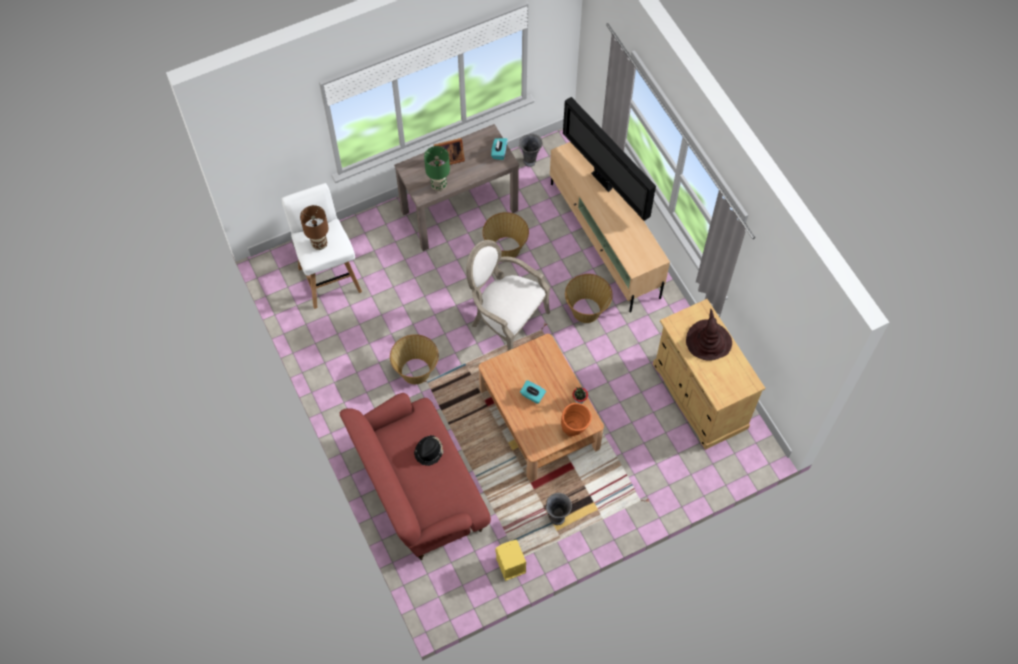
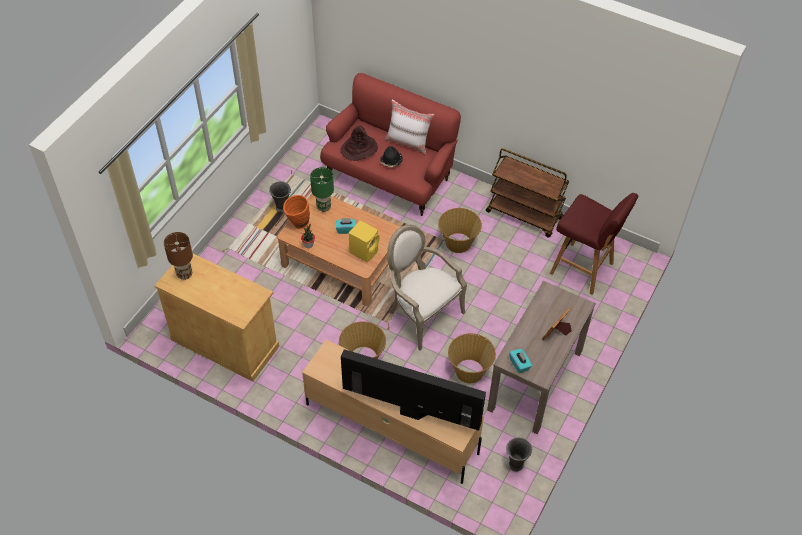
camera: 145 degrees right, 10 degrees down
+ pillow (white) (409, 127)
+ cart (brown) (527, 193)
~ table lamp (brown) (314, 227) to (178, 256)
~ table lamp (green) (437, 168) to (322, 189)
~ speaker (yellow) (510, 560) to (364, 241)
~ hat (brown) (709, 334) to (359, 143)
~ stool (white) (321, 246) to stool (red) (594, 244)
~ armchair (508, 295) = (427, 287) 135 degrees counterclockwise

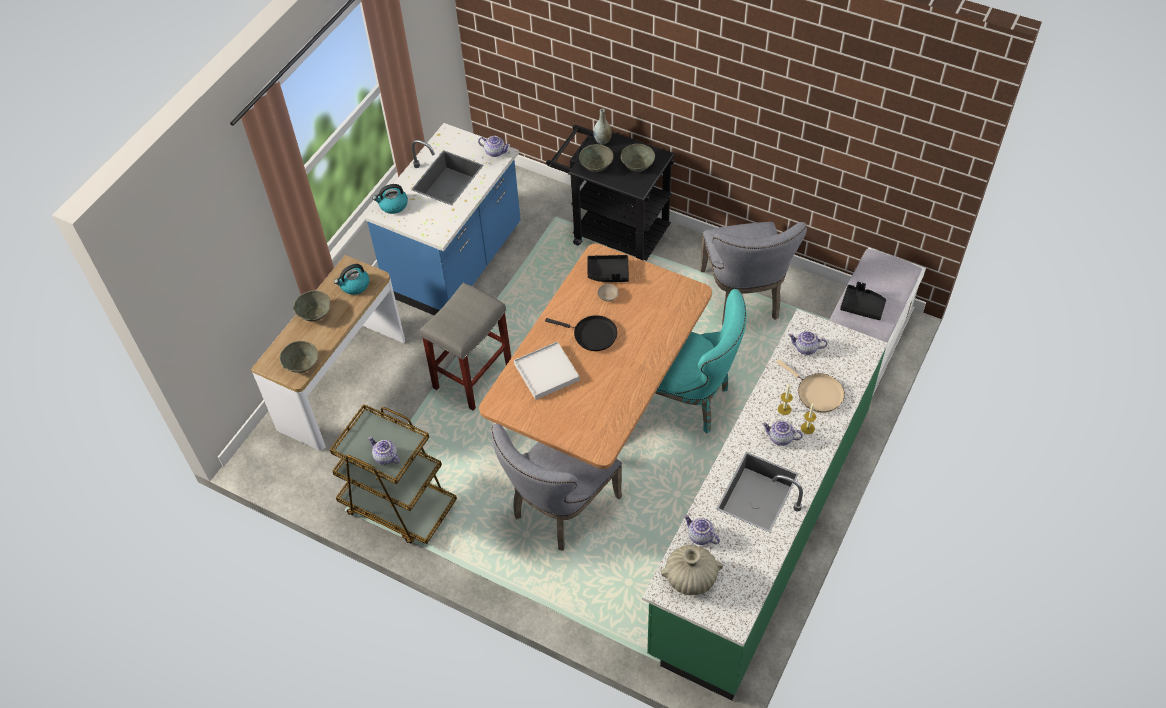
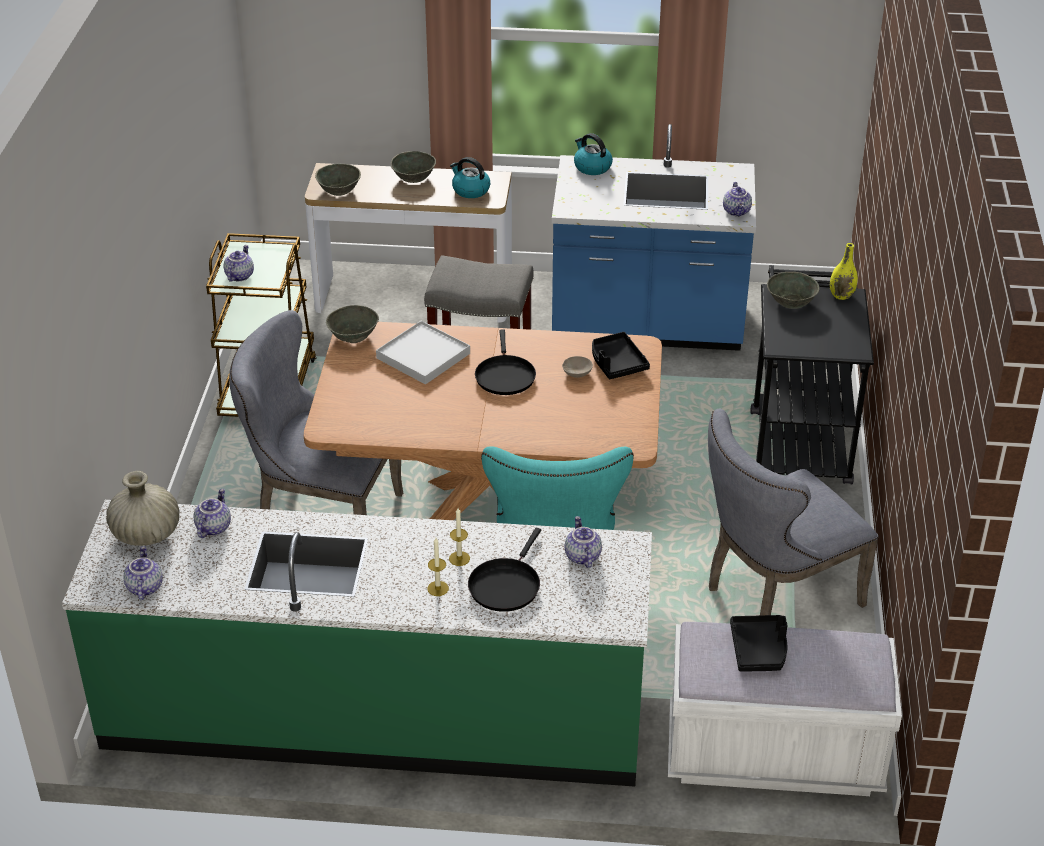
camera: 65 degrees right, 15 degrees down
~ bowl (grey) (638, 158) to (352, 324)
~ teapot (782, 433) to (143, 573)
~ vase (grey) (603, 126) to vase (yellow) (844, 271)
~ frying pan (beige) (810, 386) to frying pan (black) (504, 570)

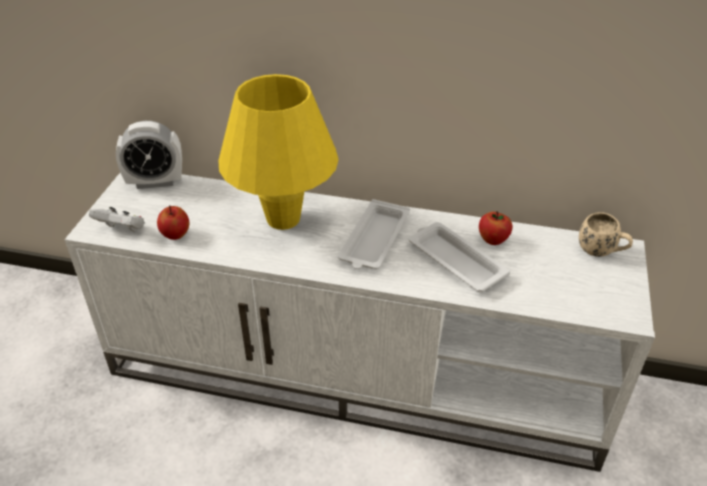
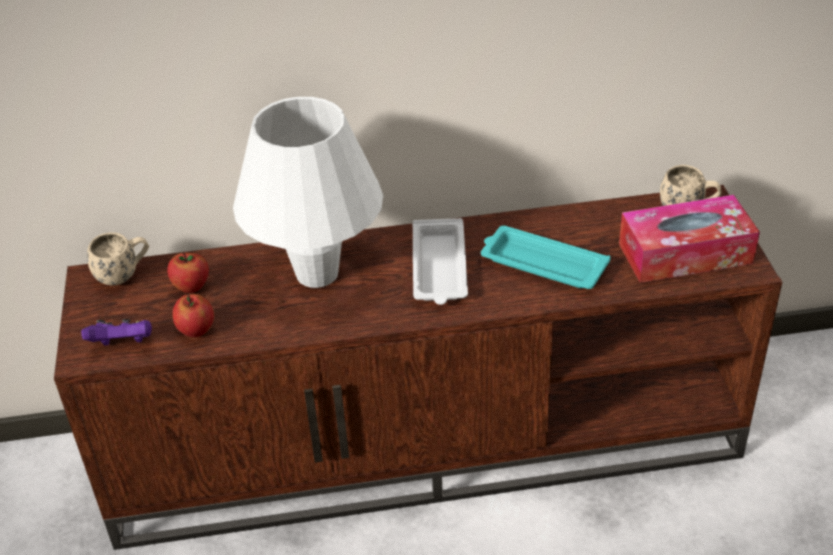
camera: 20 degrees left, 0 degrees up
+ tissue box (689, 239)
~ apple (495, 228) to (188, 272)
~ alarm clock (149, 155) to mug (beige) (118, 258)
~ tv stand (white) (359, 322) to tv stand (brown) (418, 367)
~ game controller (white) (117, 219) to game controller (purple) (116, 332)
~ table lamp (yellow) (278, 152) to table lamp (white) (308, 192)
~ tray (white) (459, 257) to tray (turquoise) (546, 257)

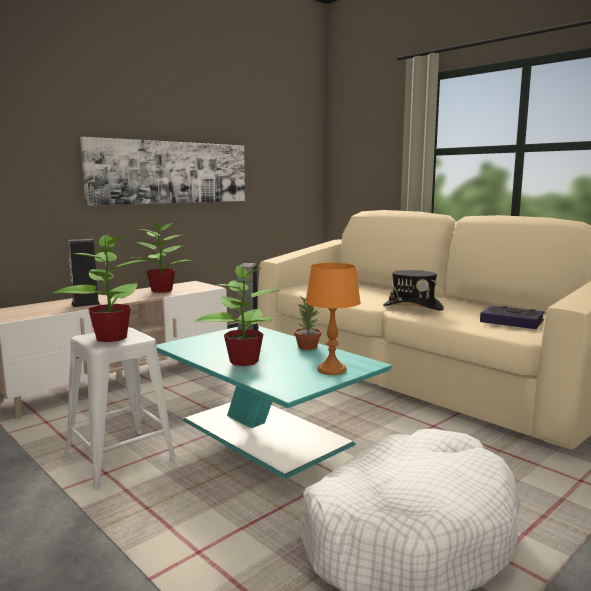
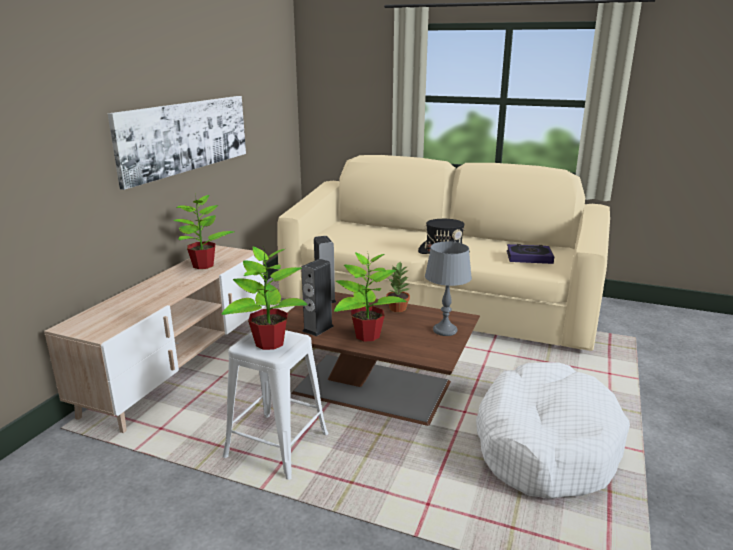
camera: 25 degrees left, 10 degrees up
~ speaker (84, 273) to (317, 297)
~ coffee table (turquoise) (274, 402) to coffee table (brown) (383, 359)
~ table lamp (orange) (333, 319) to table lamp (grey) (448, 289)

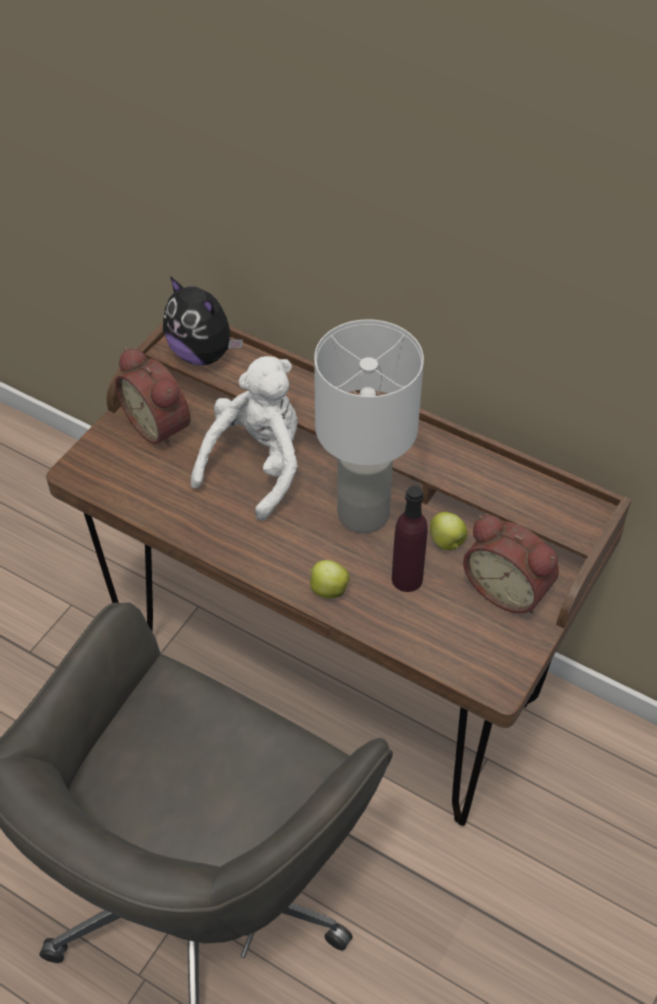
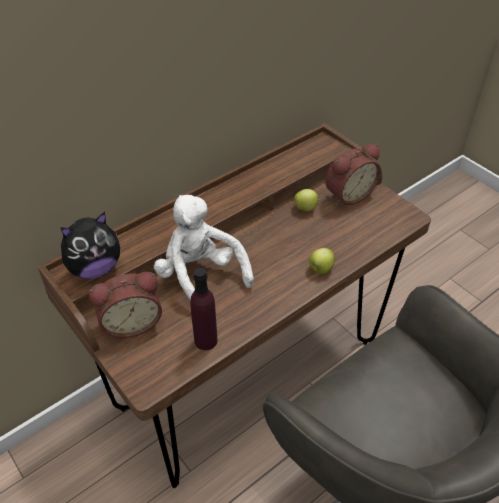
camera: 70 degrees left, 5 degrees down
- table lamp (white) (369, 426)
~ bottle (purple) (410, 538) to (204, 309)

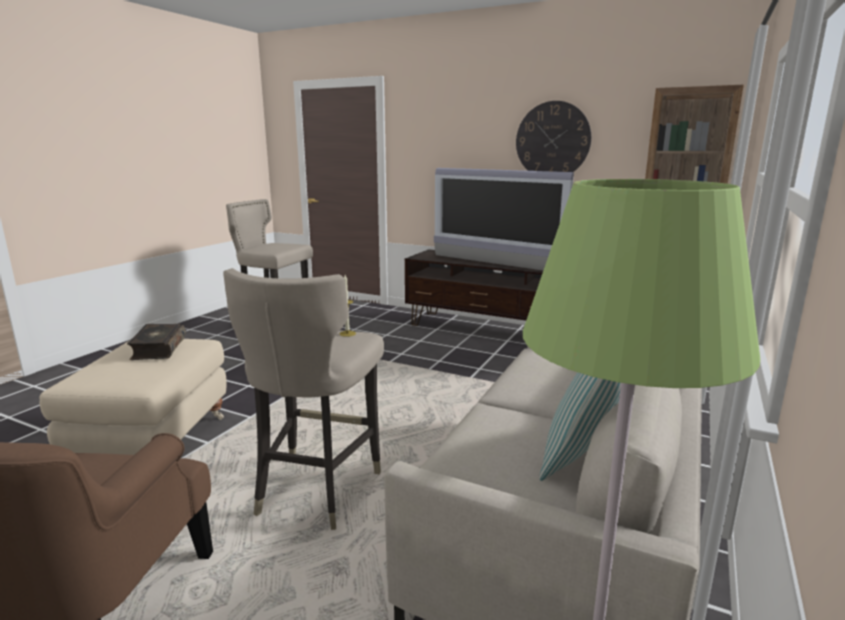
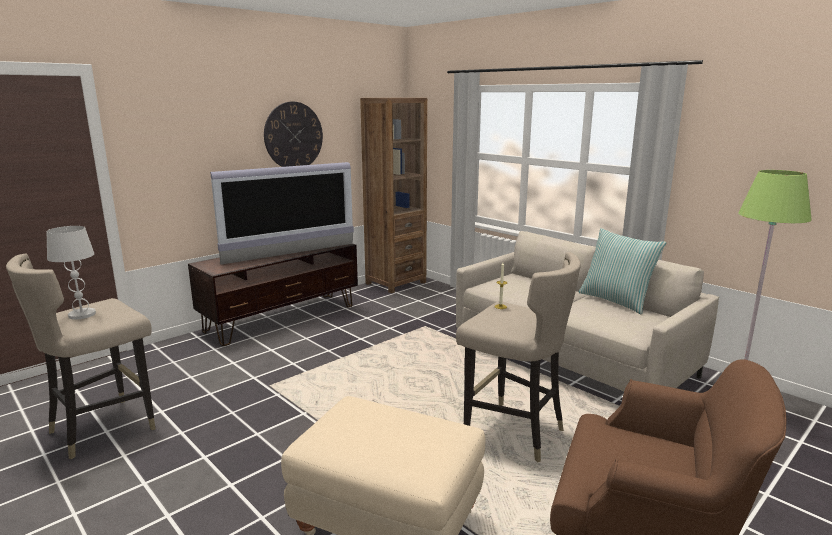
camera: 70 degrees left, 0 degrees up
- book (156, 342)
+ table lamp (white) (71, 273)

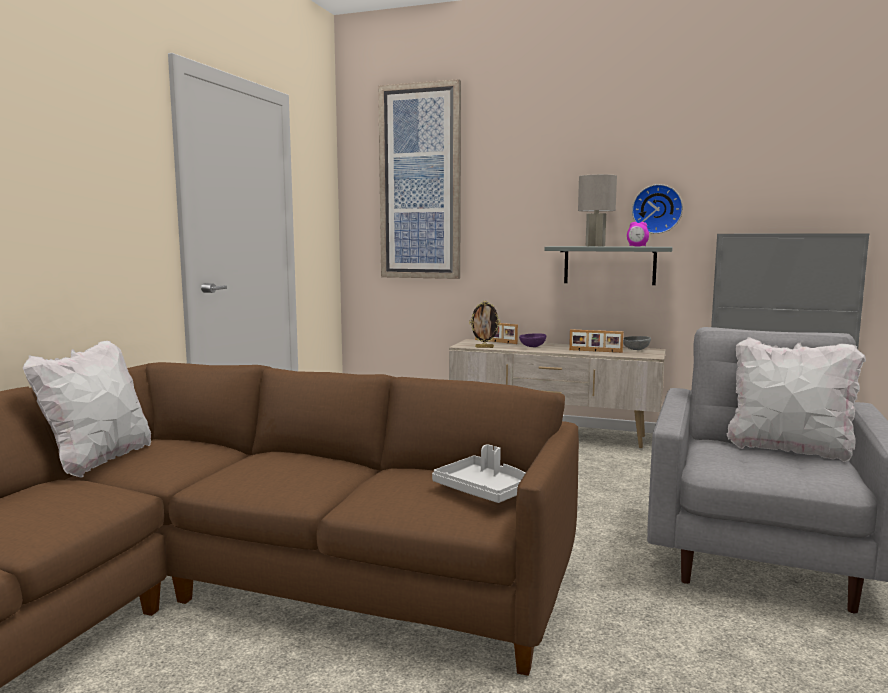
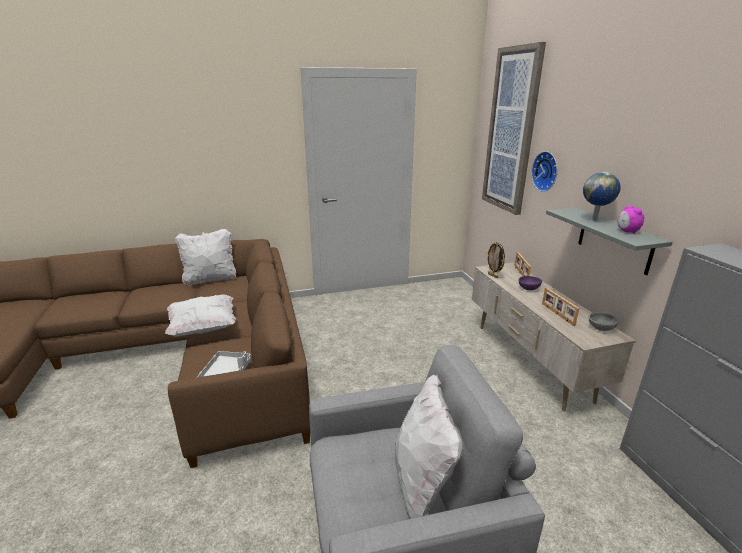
camera: 55 degrees right, 15 degrees up
+ pillow (white) (200, 316)
~ wall clock (657, 209) to (544, 171)
~ table lamp (grey) (597, 210) to globe (602, 196)

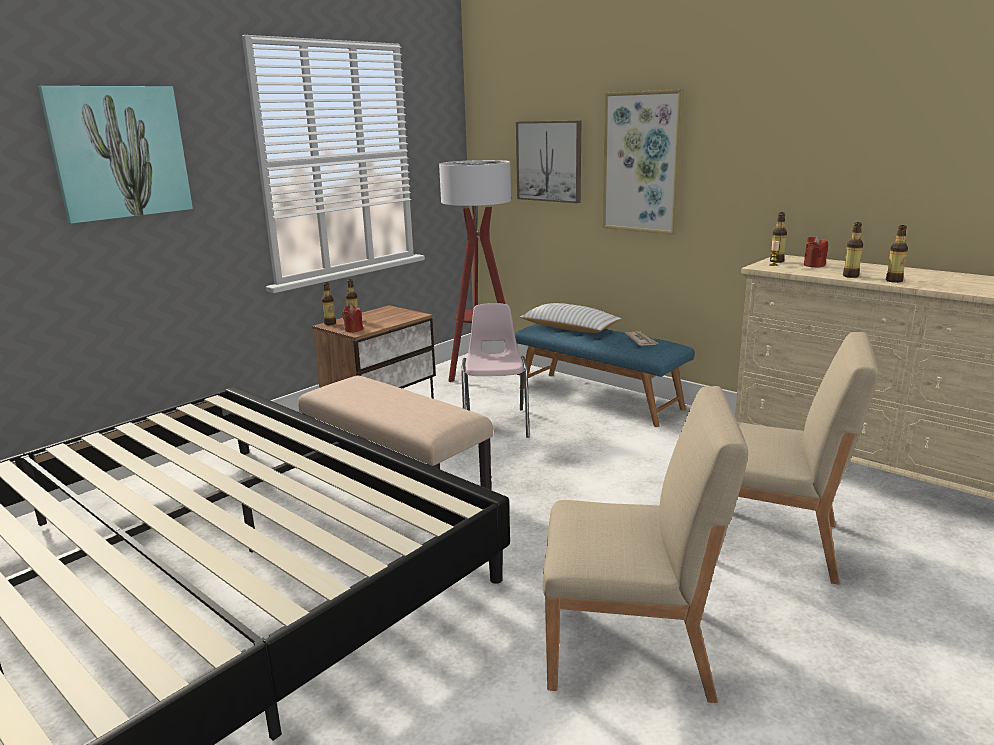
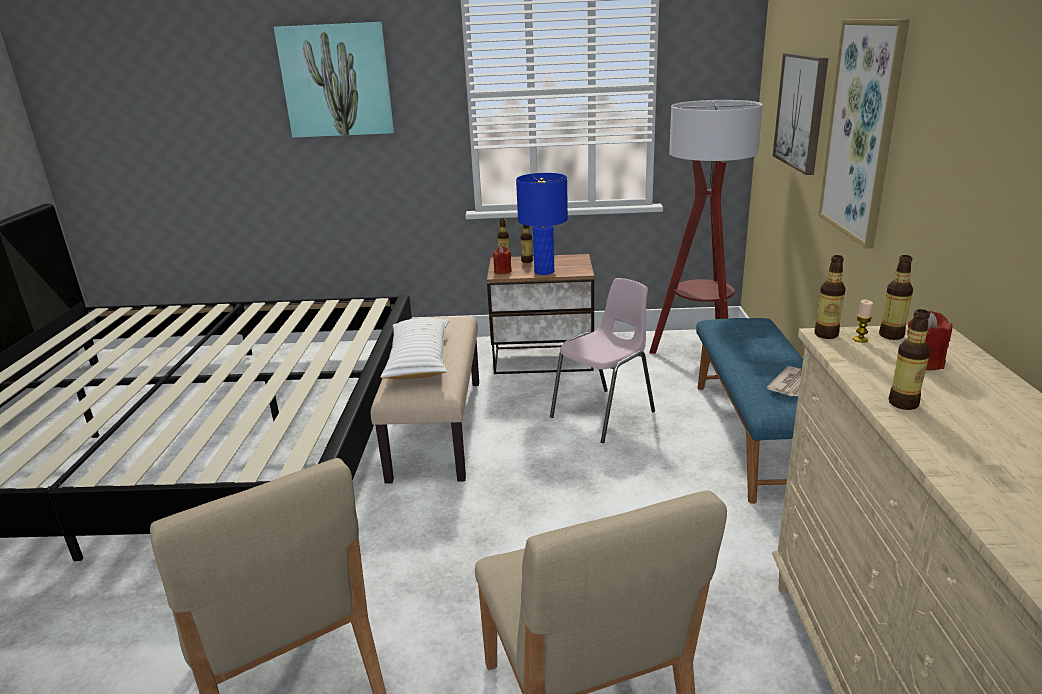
camera: 50 degrees right, 5 degrees up
+ table lamp (blue) (542, 224)
~ pillow (white) (571, 318) to (415, 348)
~ bottle (897, 254) to (830, 297)

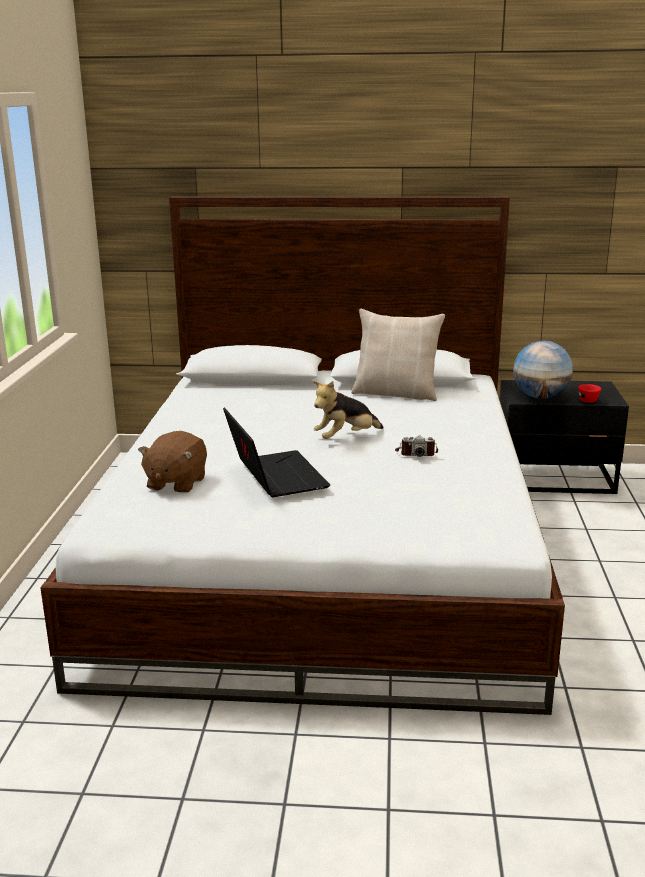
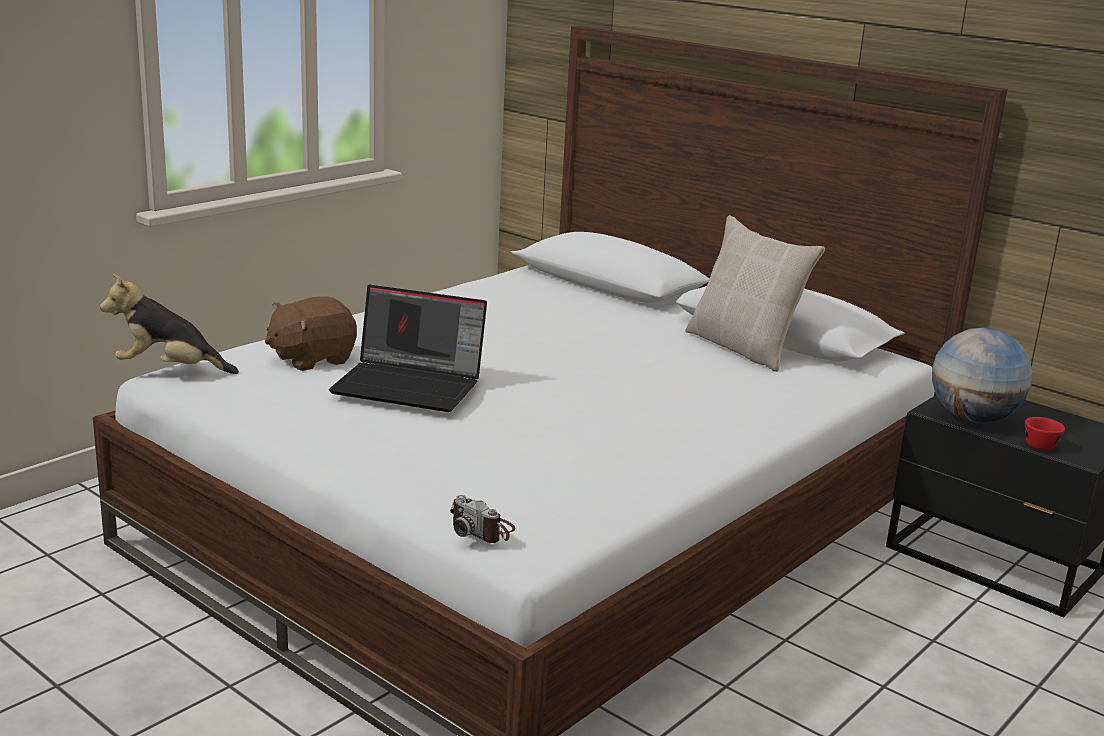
camera: 35 degrees right, 0 degrees up
~ plush toy (348, 410) to (169, 324)
~ photo camera (416, 446) to (482, 519)
~ laptop (276, 452) = (408, 348) 90 degrees clockwise

